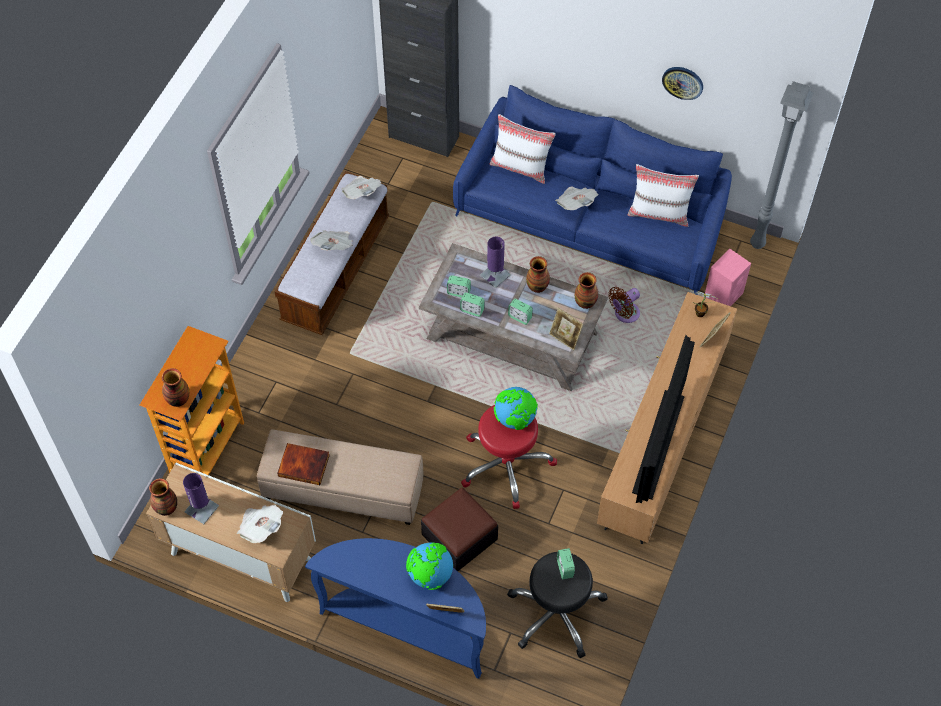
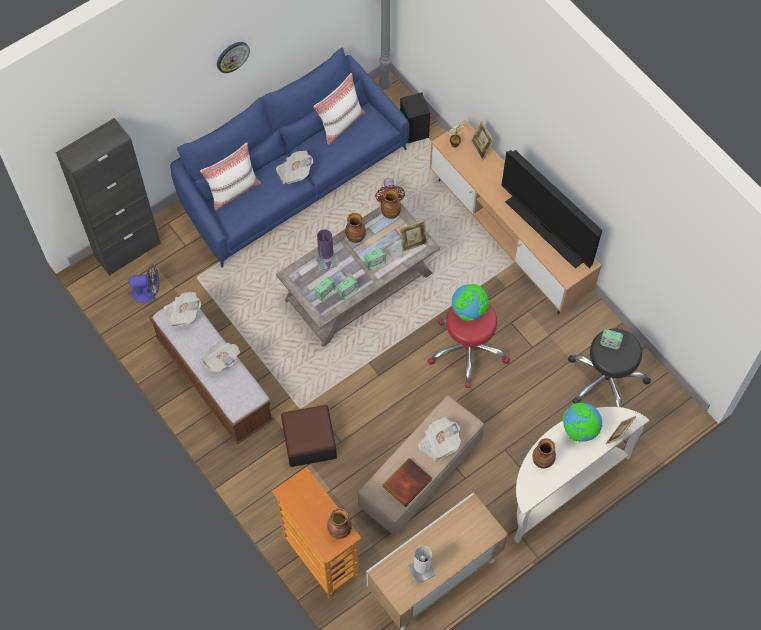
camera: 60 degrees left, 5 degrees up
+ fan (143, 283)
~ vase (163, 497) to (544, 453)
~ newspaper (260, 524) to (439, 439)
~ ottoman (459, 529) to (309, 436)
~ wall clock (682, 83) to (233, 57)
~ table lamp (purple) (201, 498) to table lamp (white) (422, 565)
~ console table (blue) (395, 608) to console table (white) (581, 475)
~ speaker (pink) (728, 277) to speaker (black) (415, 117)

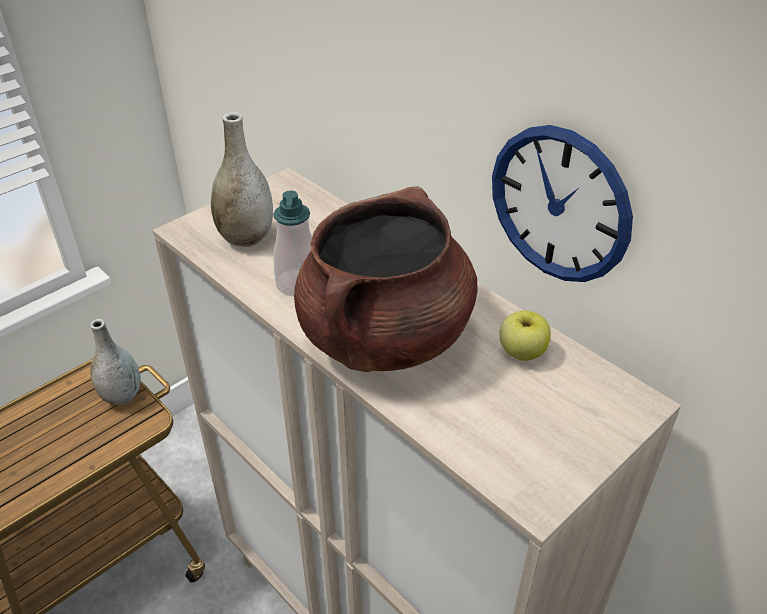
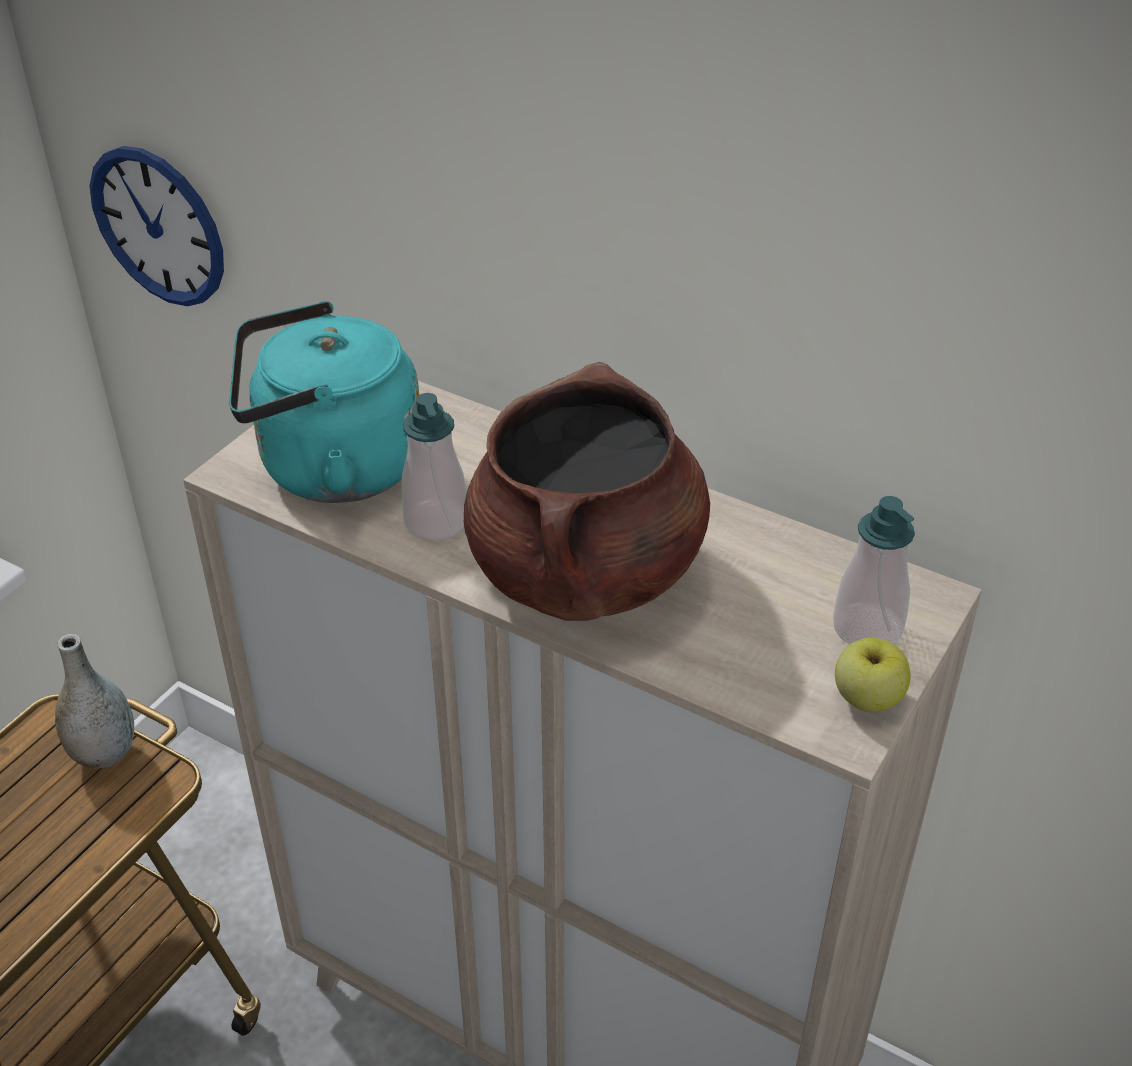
camera: 15 degrees left, 0 degrees up
+ soap dispenser (874, 570)
~ wall clock (562, 203) to (157, 226)
~ apple (525, 335) to (872, 675)
~ vase (grey) (242, 179) to kettle (turquoise) (324, 402)

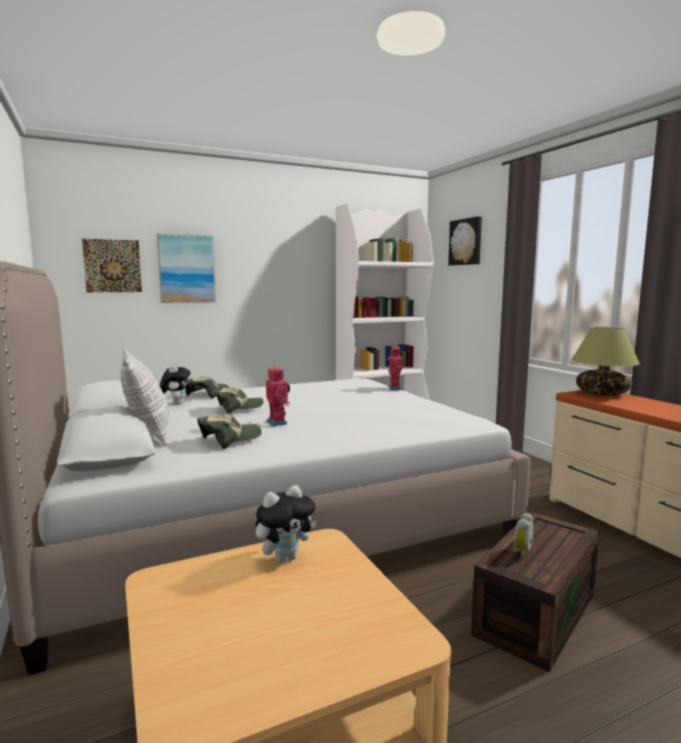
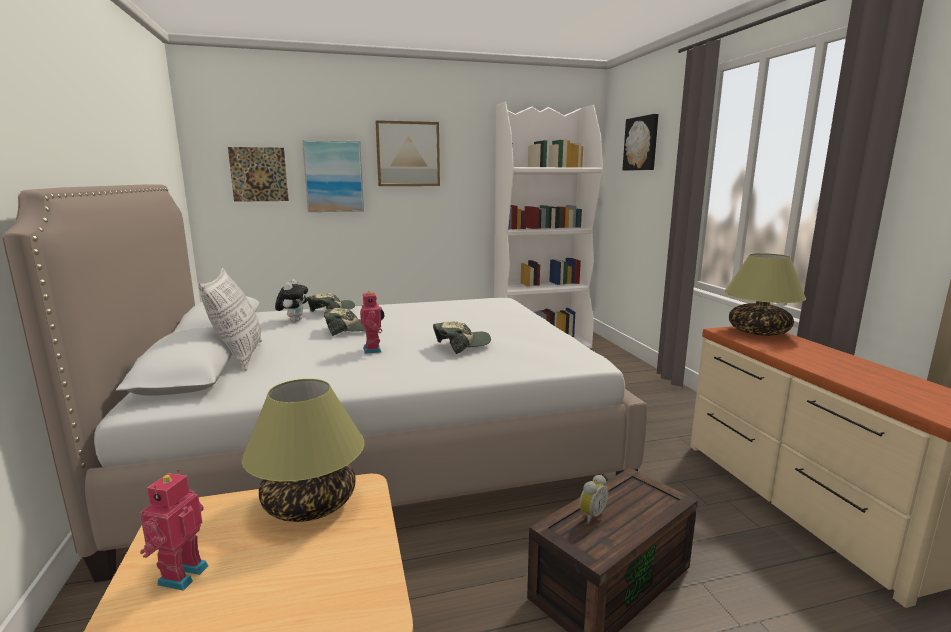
camera: 10 degrees right, 5 degrees up
+ picture (407, 153)
~ cap (229, 432) to (462, 337)
~ toy robot (394, 368) to (174, 530)
~ plush toy (286, 524) to table lamp (303, 450)

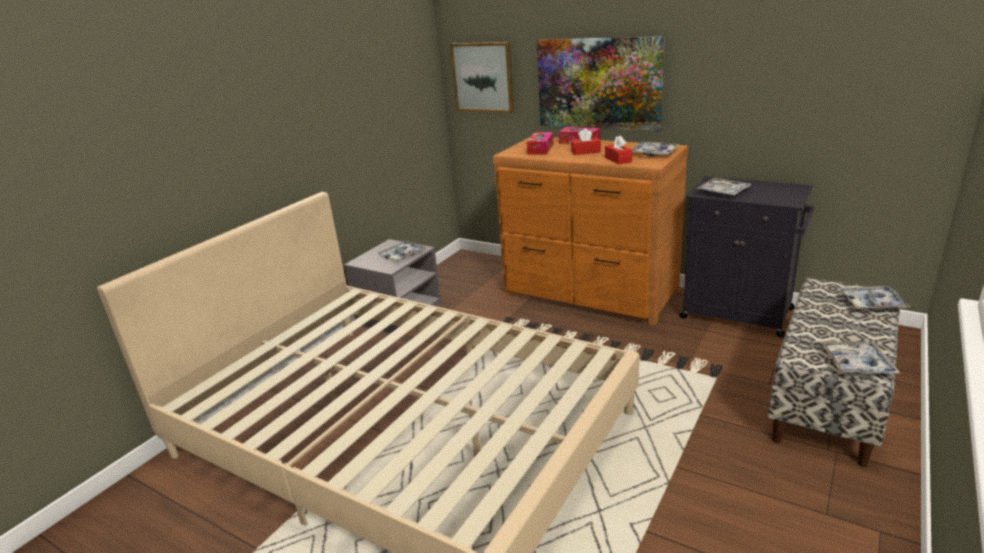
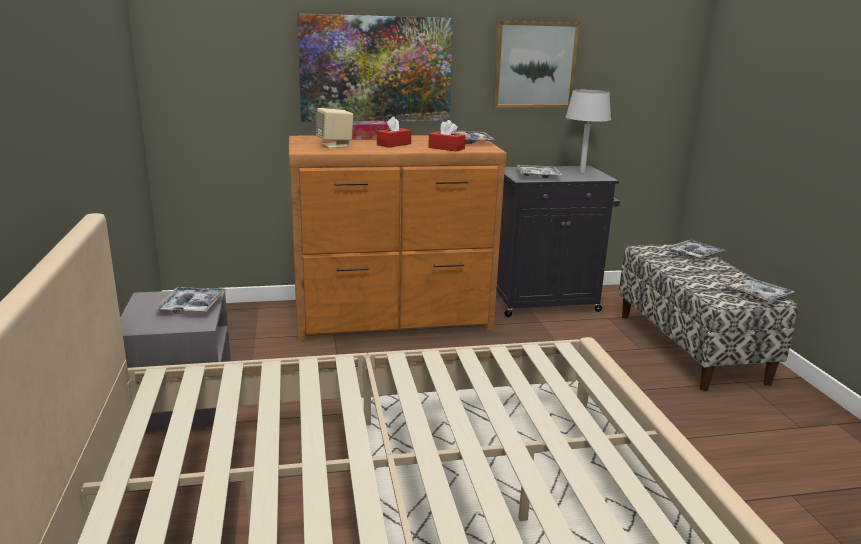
camera: 45 degrees left, 5 degrees down
+ table lamp (grey) (588, 131)
~ picture (482, 77) to (536, 64)
~ tissue box (540, 143) to speaker (beige) (335, 128)

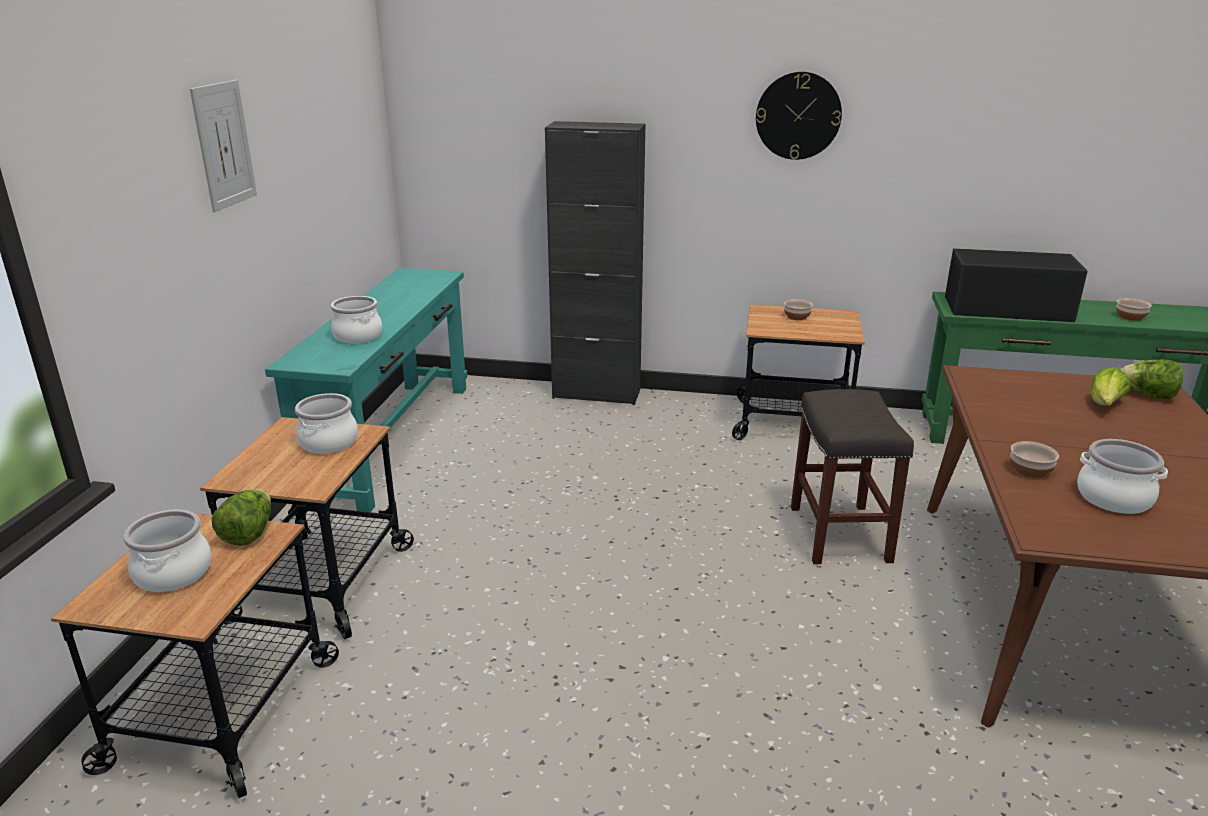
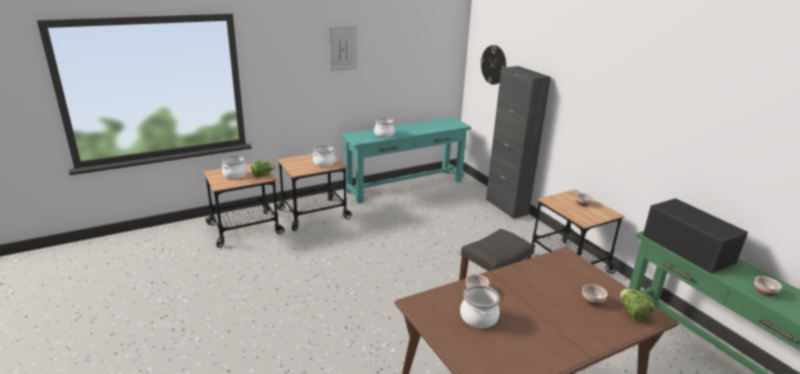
camera: 50 degrees right, 0 degrees up
~ wall clock (799, 116) to (493, 65)
~ lettuce (1110, 386) to bowl (595, 295)

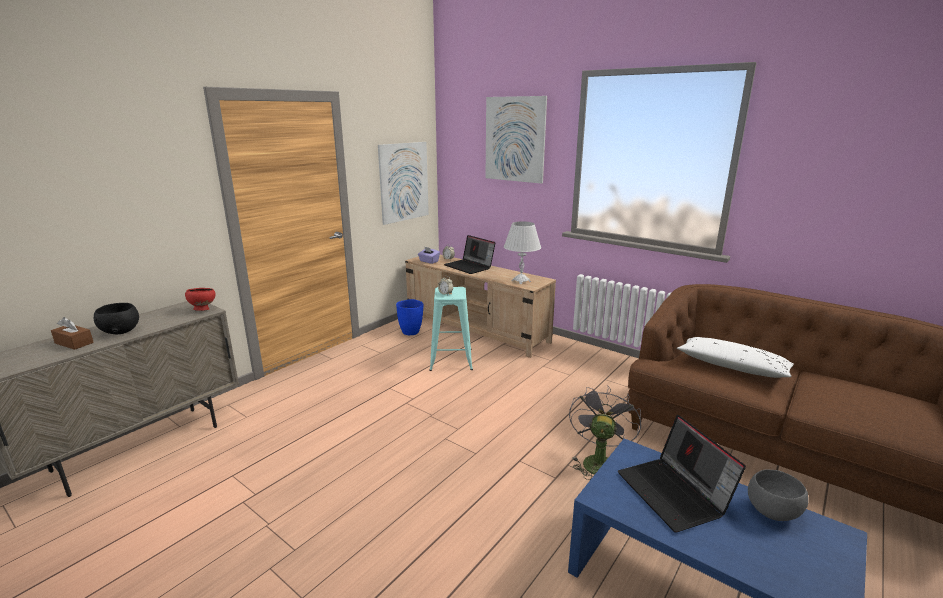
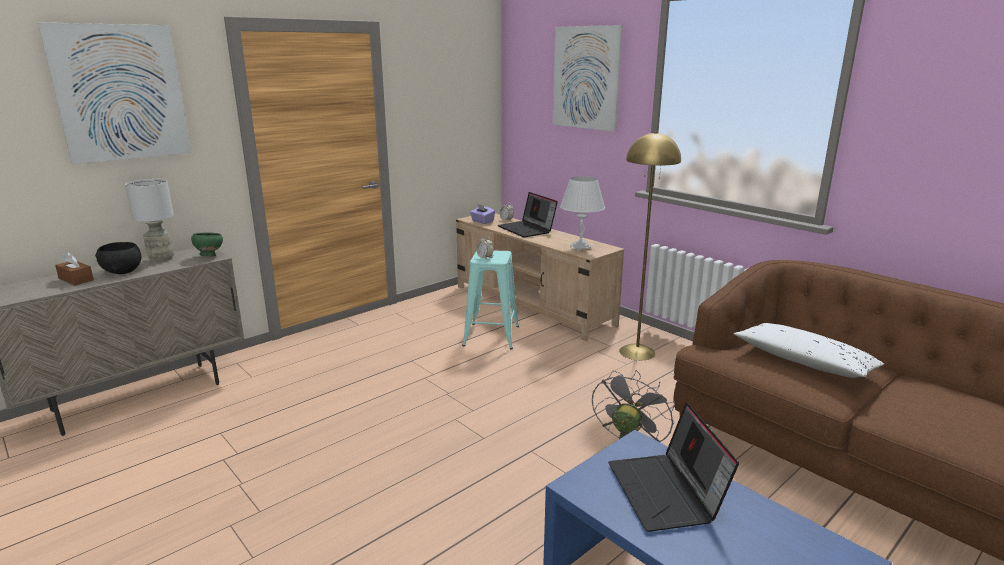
camera: 10 degrees right, 0 degrees up
- vase (blue) (409, 317)
- bowl (grey) (778, 495)
+ table lamp (grey) (149, 220)
+ floor lamp (yellow) (650, 246)
~ picture (403, 183) to (114, 93)
~ bowl (red) (200, 299) to bowl (green) (207, 244)

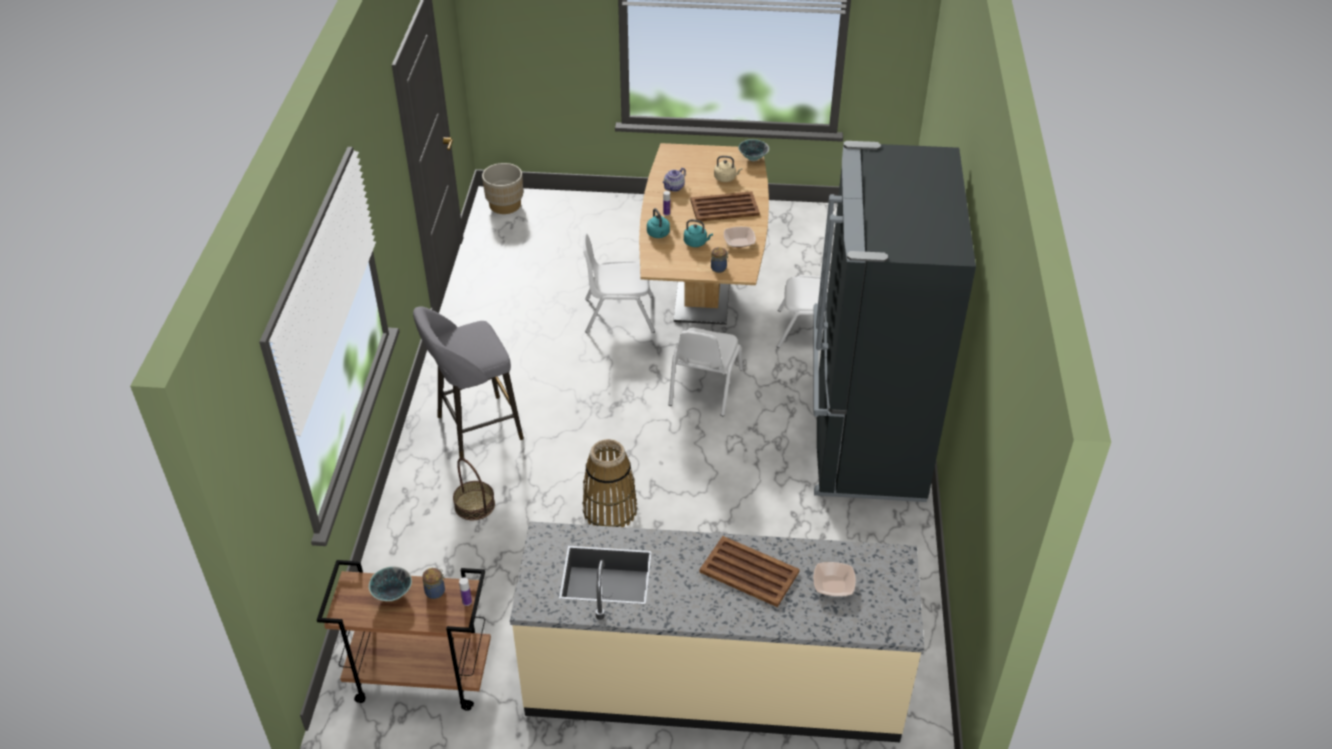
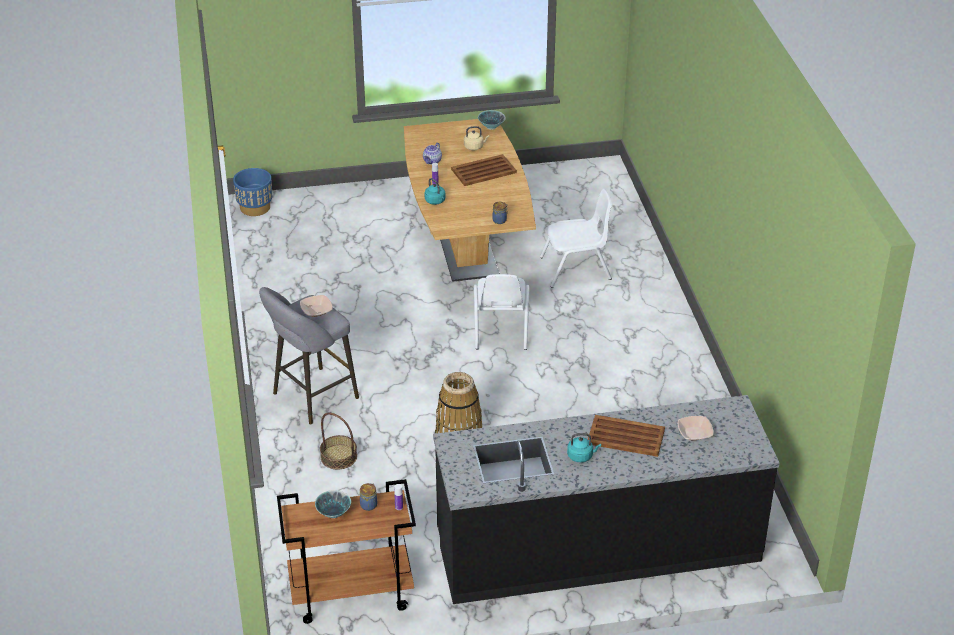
camera: 15 degrees left, 5 degrees down
- chair (white) (619, 283)
- fridge (black) (894, 321)
~ kettle (turquoise) (698, 233) to (584, 447)
~ bowl (740, 237) to (316, 306)
~ planter (beige) (502, 188) to planter (blue) (252, 192)
~ counter (beige) (717, 632) to counter (black) (606, 499)

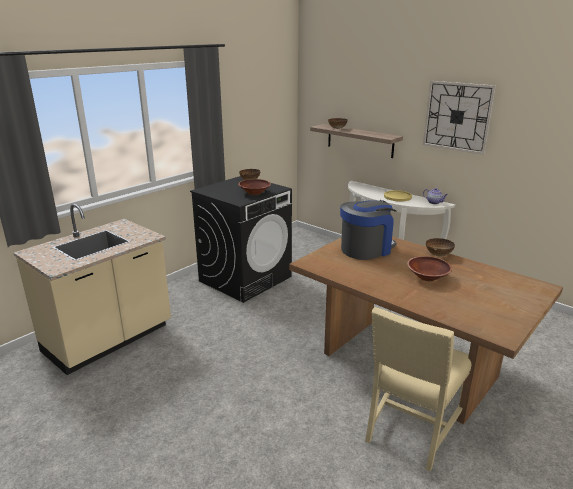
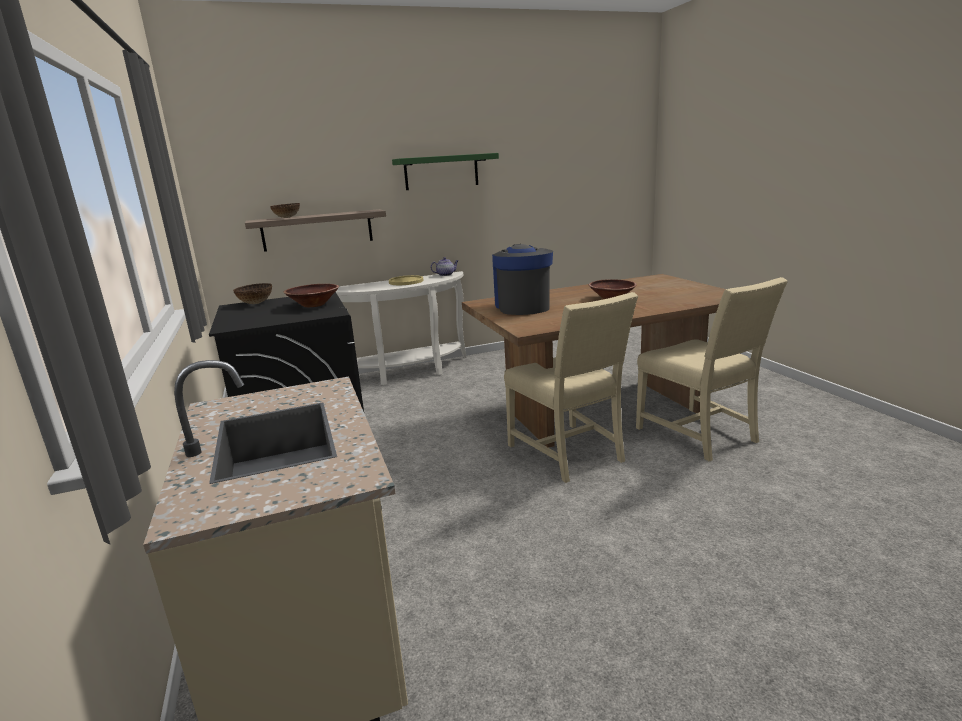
camera: 60 degrees left, 5 degrees down
- bowl (440, 247)
+ chair (beige) (571, 387)
~ wall clock (459, 118) to shelf (green) (445, 171)

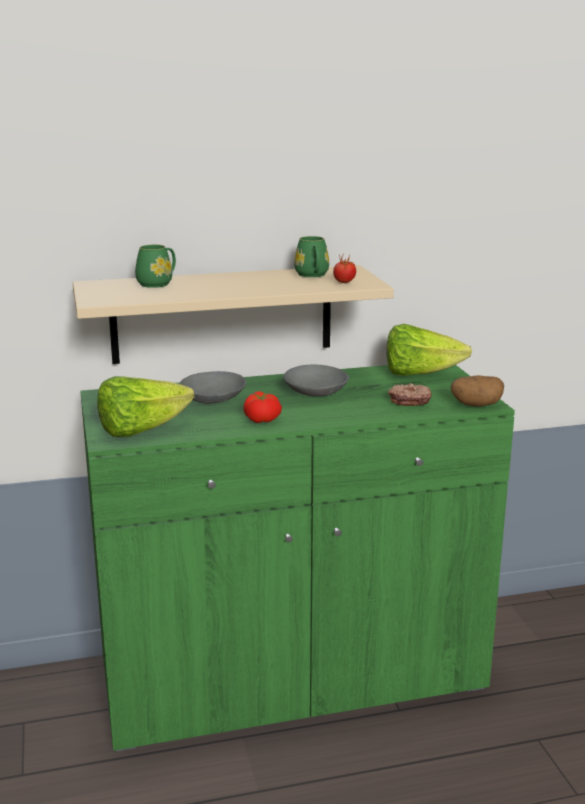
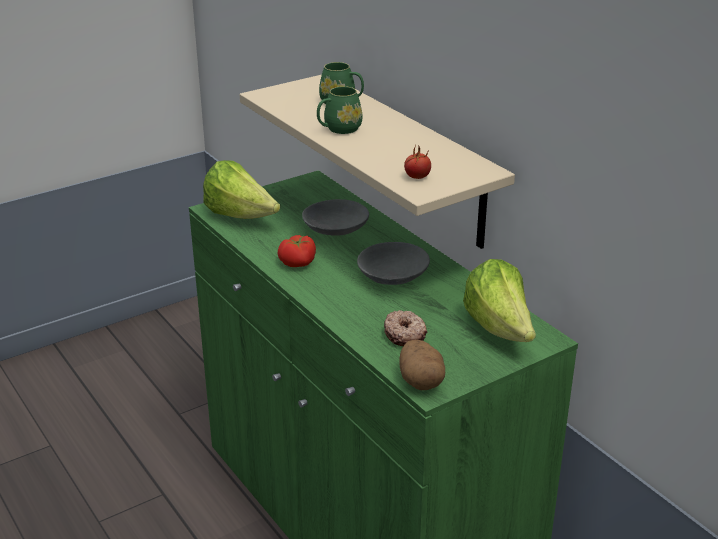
camera: 70 degrees right, 10 degrees up
~ mug (green) (311, 256) to (339, 110)

